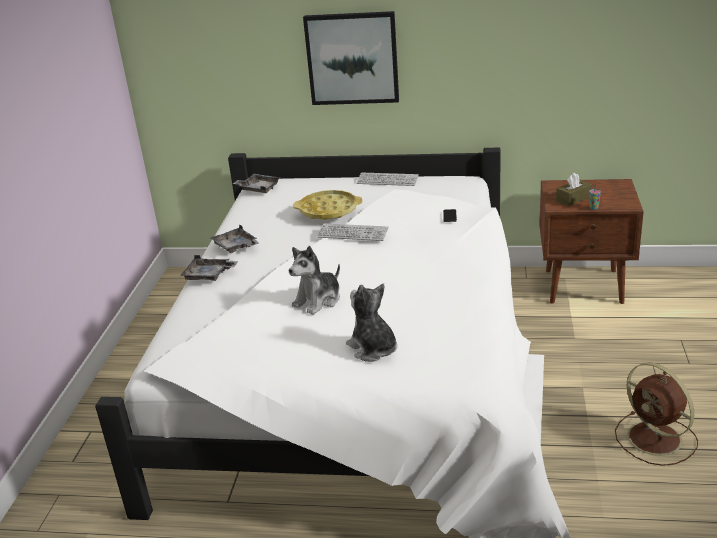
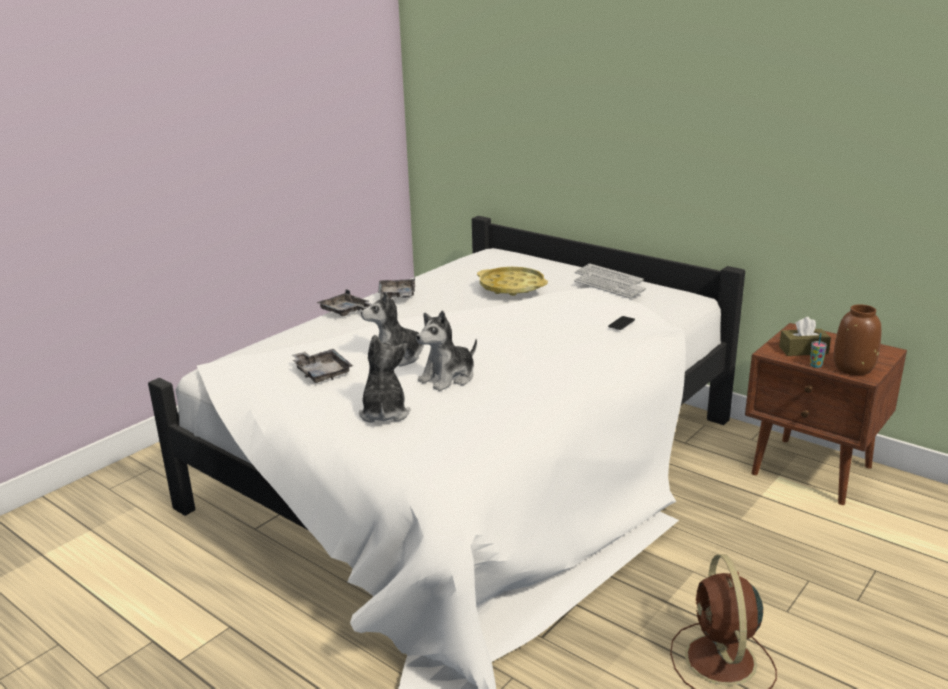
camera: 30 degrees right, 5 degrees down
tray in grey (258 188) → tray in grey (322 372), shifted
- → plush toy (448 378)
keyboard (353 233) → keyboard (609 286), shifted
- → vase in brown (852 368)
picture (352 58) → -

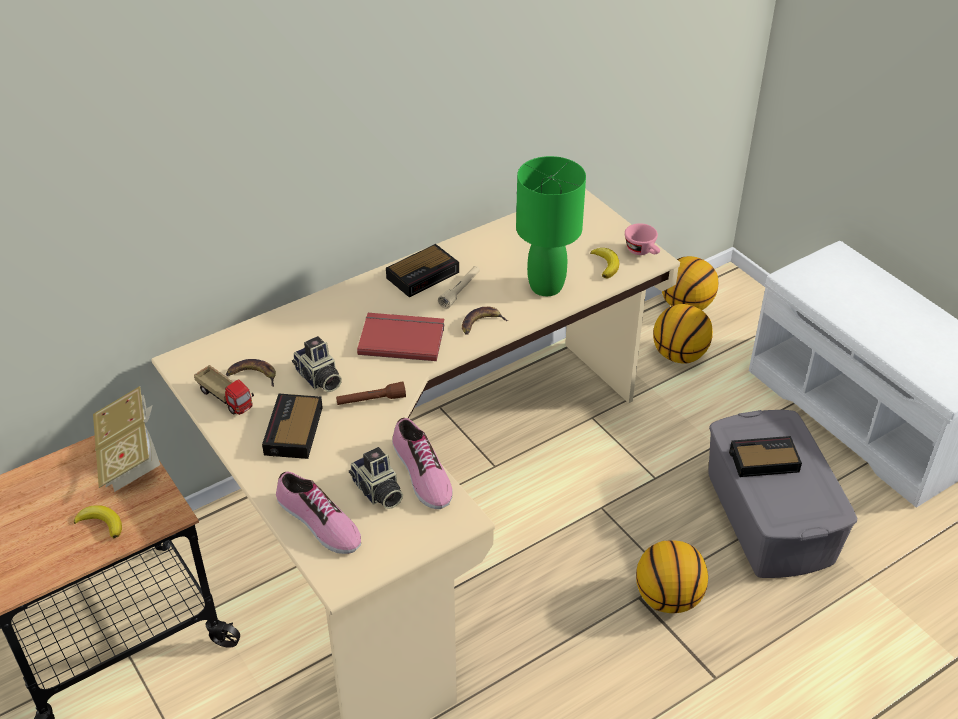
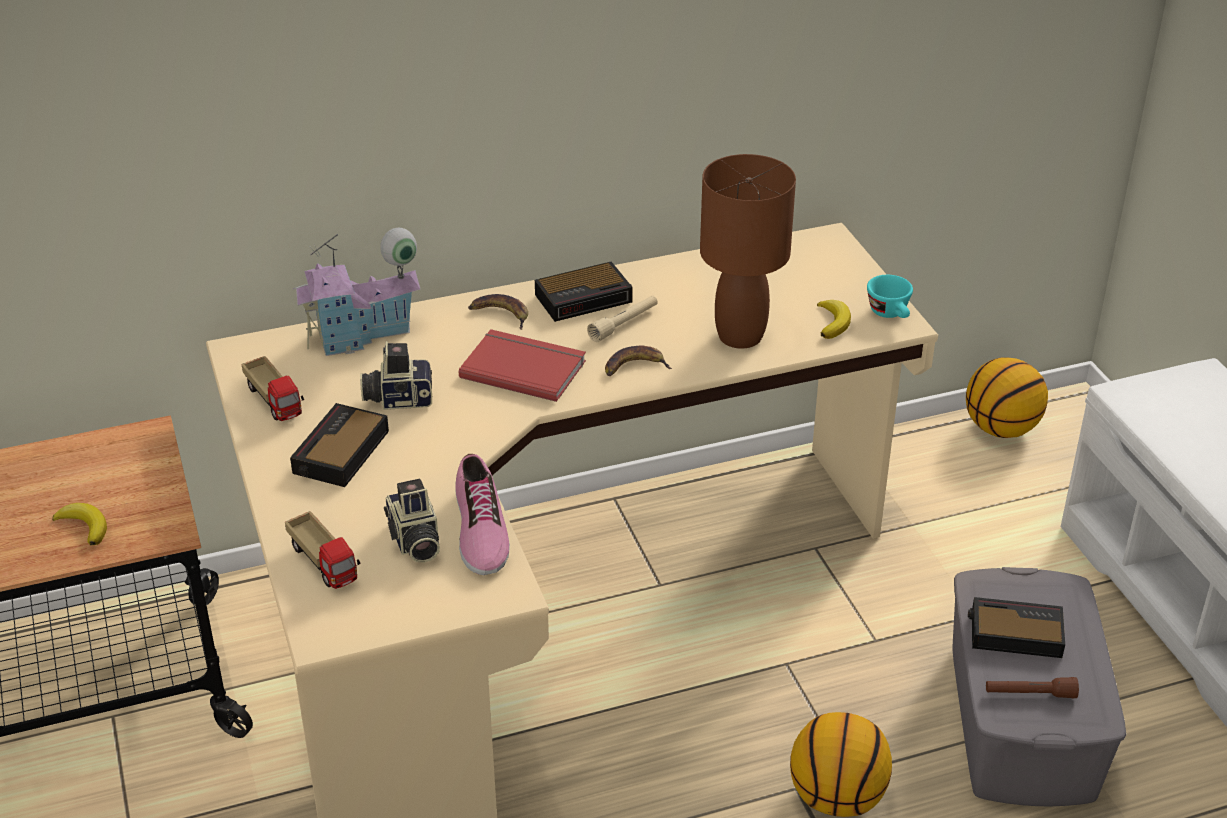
camera: 15 degrees right, 5 degrees down
shoe (318 523) → toy truck (325 563)
- → toy house (362 335)
photo camera (318 379) → photo camera (398 398), 105 degrees clockwise
banana (252 375) → banana (500 314), shifted
table lamp in green (547 286) → table lamp in brown (741 336)
cup in pink (643 251) → cup in turquoise (891 314)
flashlight in brown (371 400) → flashlight in brown (1030 694), shifted
book (130 456) → -
basketball (679 355) → -

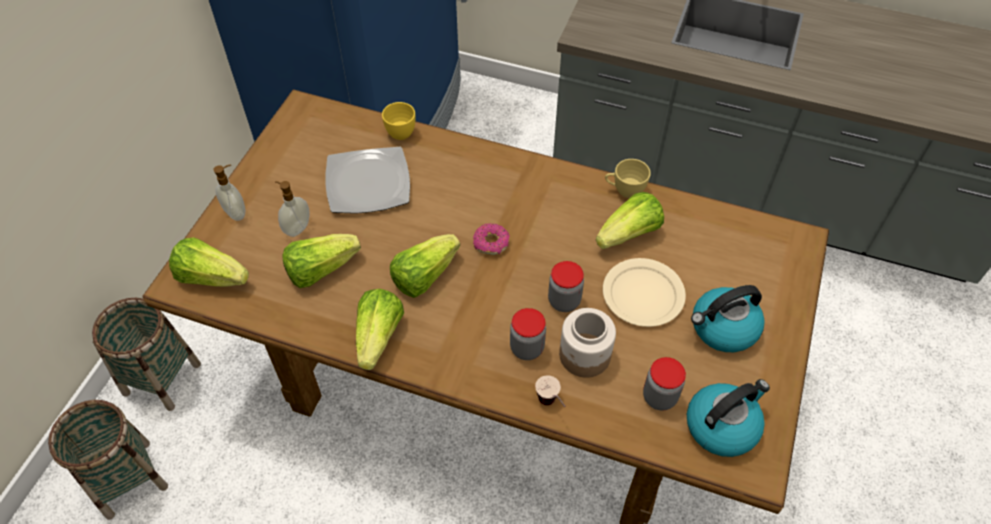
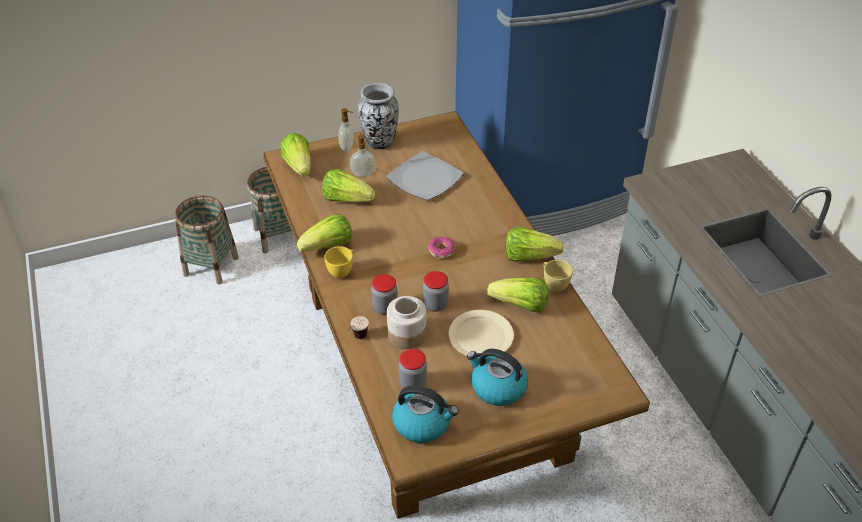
camera: 50 degrees right, 10 degrees down
cup in yellow (400 130) → cup in yellow (342 271), shifted
- → vase (380 143)
lettuce (424 276) → lettuce (529 256), shifted

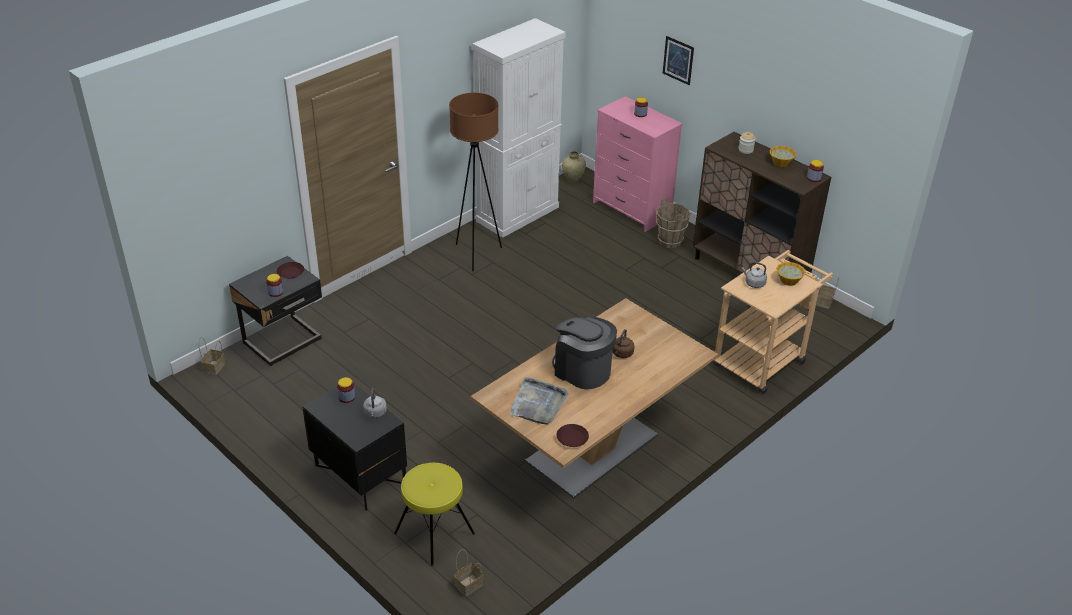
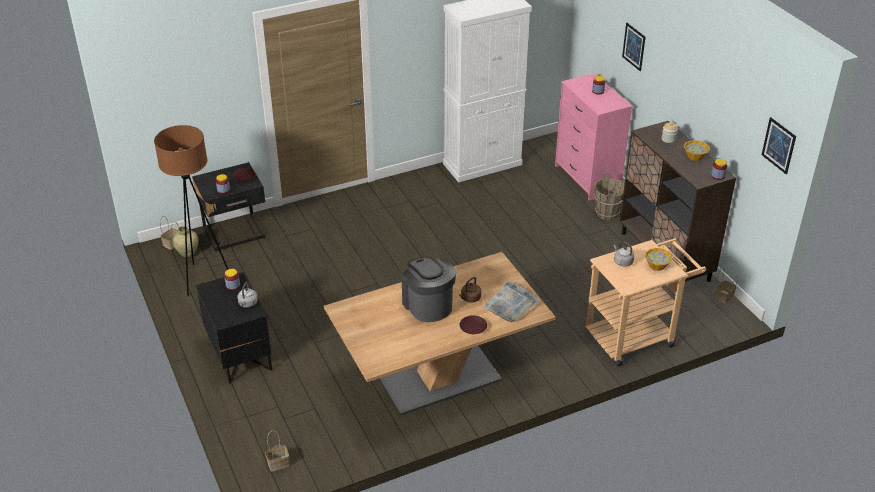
camera: 20 degrees right, 0 degrees up
floor lamp in brown (476 254) → floor lamp in brown (203 279), shifted
vase in beige (573 178) → vase in beige (187 253), shifted
plate in brown (572 438) → plate in brown (473 327), shifted
tray in grey (538 403) → tray in grey (511 304), shifted
- → picture (778 145)
stool in yellow (434 533) → -

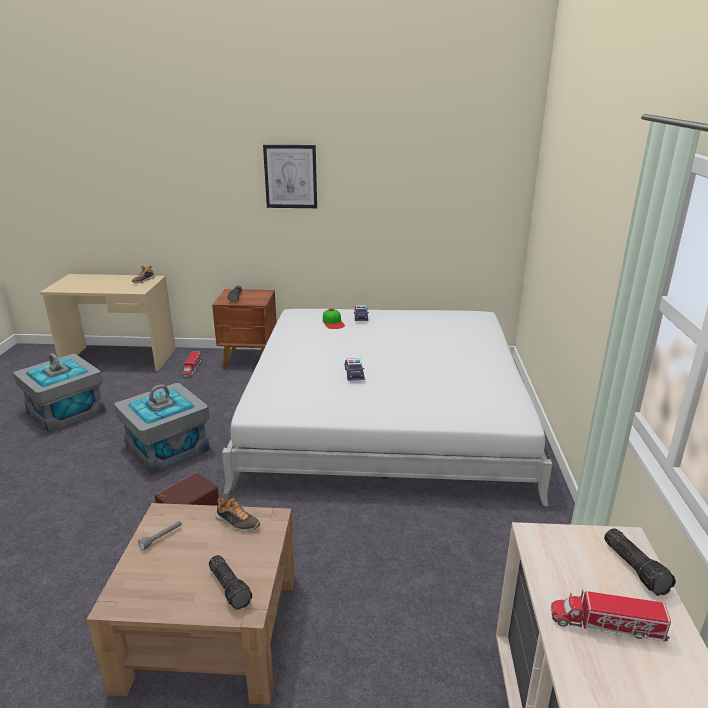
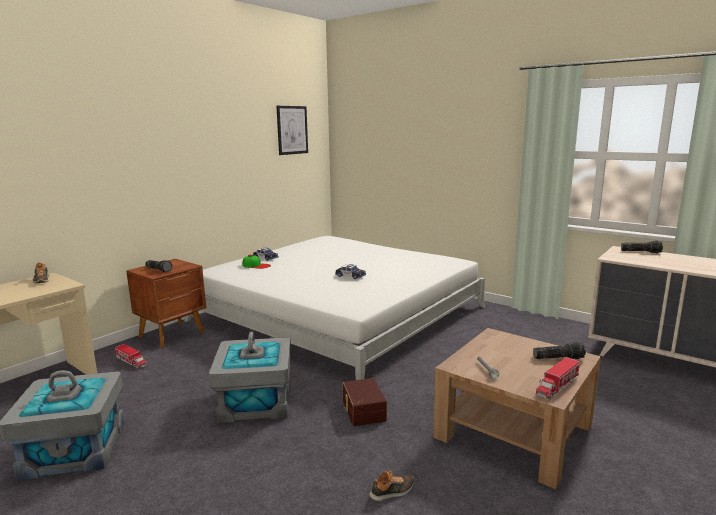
camera: 55 degrees left, 10 degrees down
picture (290 176) → picture (292 130), shifted
shoe (237 522) → shoe (392 492), shifted
toy truck (607 625) → toy truck (557 386), shifted

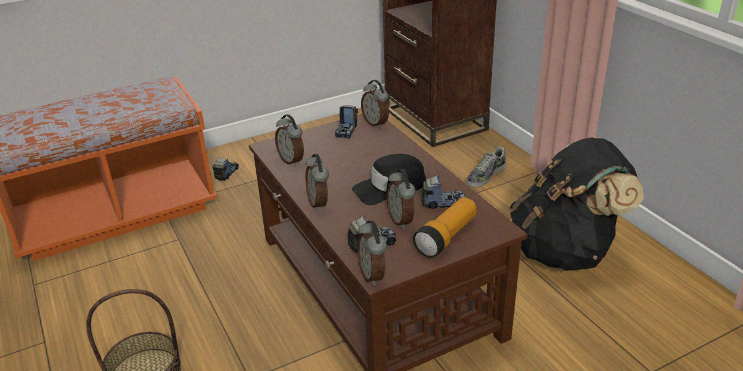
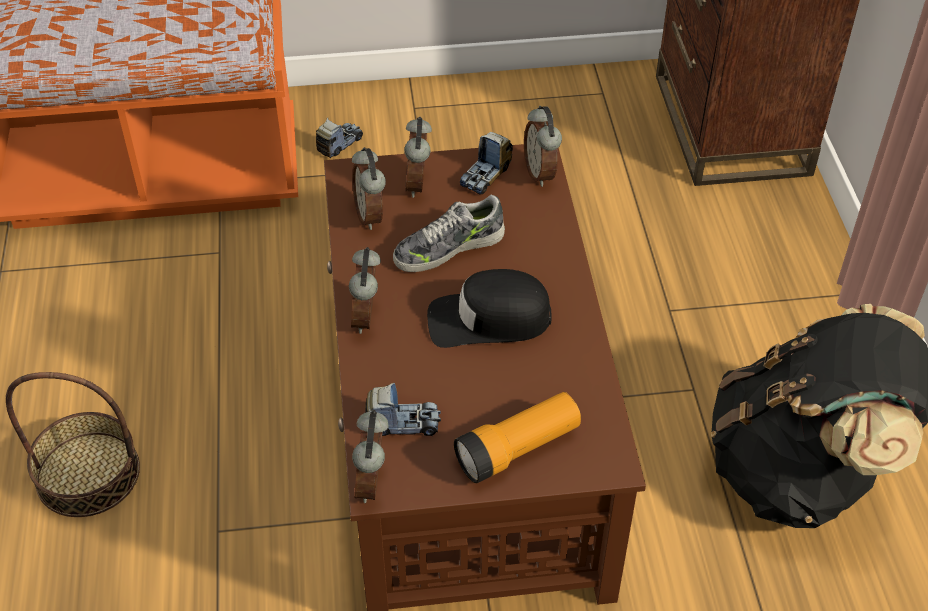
camera: 20 degrees right, 15 degrees up
shoe (485 175) → shoe (448 247), shifted
alarm clock (401 220) → alarm clock (418 184), shifted
toy truck (443 203) → -

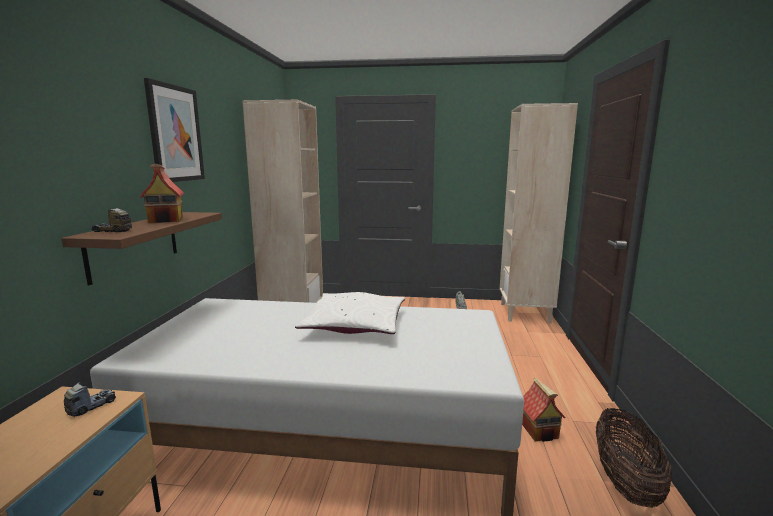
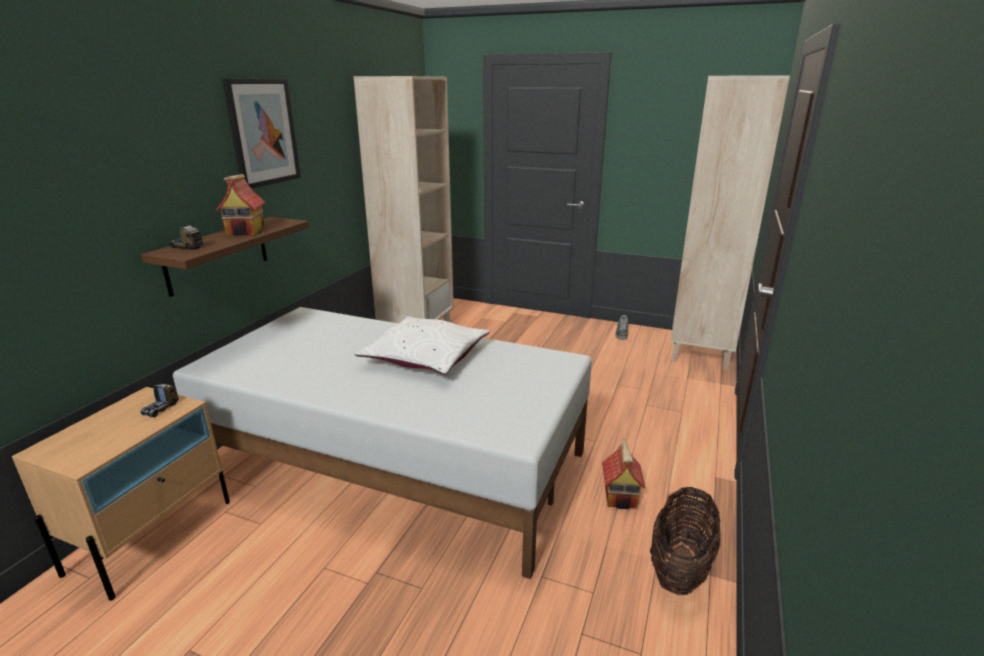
camera: 15 degrees right, 10 degrees up
toy truck (91 406) → toy truck (161 408), 150 degrees clockwise

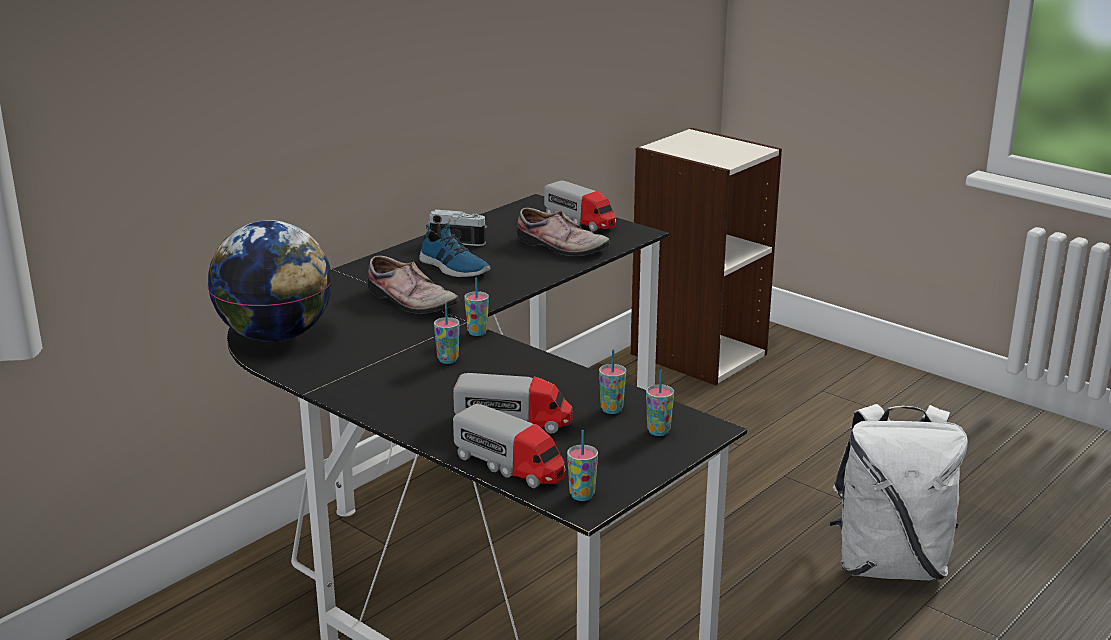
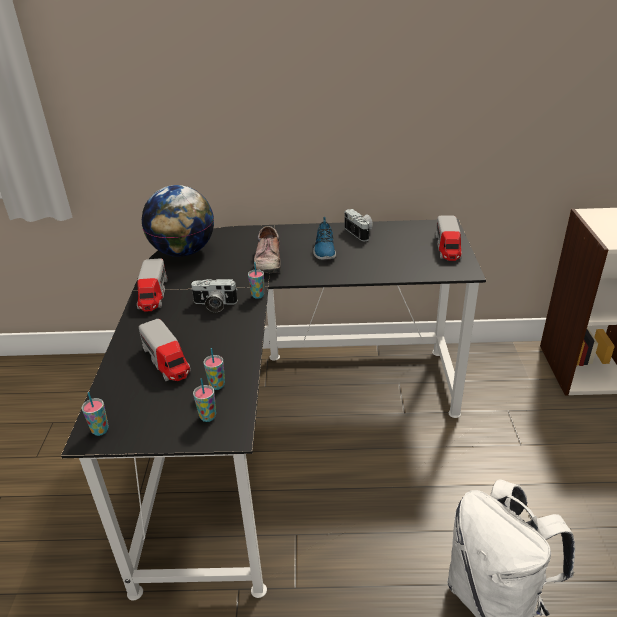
camera: 50 degrees right, 10 degrees up
toy truck (510 465) → toy truck (153 295), shifted
cup (448 360) → photo camera (214 305)
shoe (560 247) → -

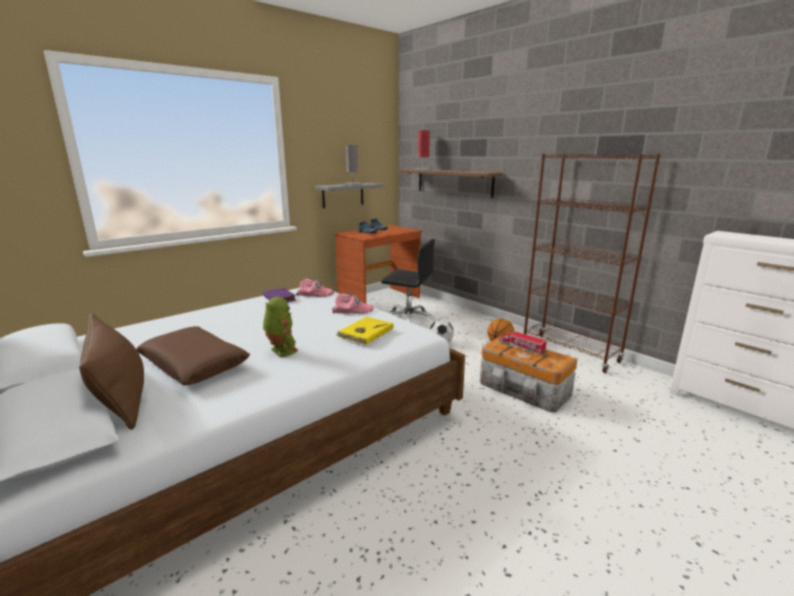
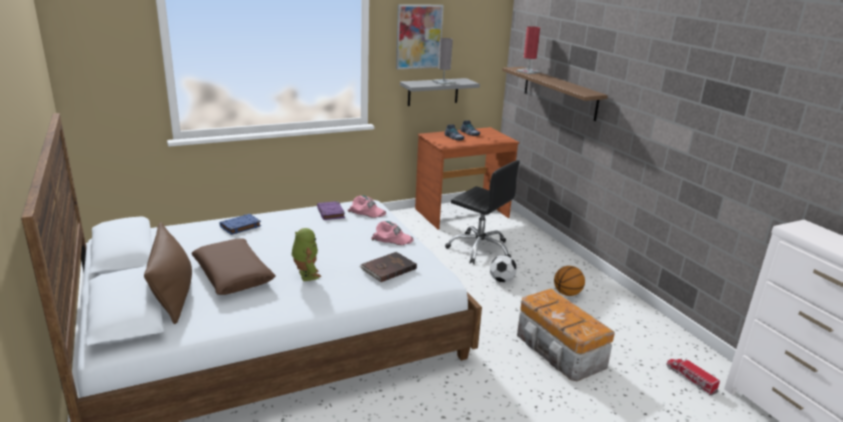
camera: 15 degrees right, 5 degrees up
- → book in blue (240 227)
book in yellow (365 332) → book in brown (388 268)
- → picture (419 36)
toy truck (521 348) → toy truck (690 379), shifted
bookcase in brown (570 352) → -

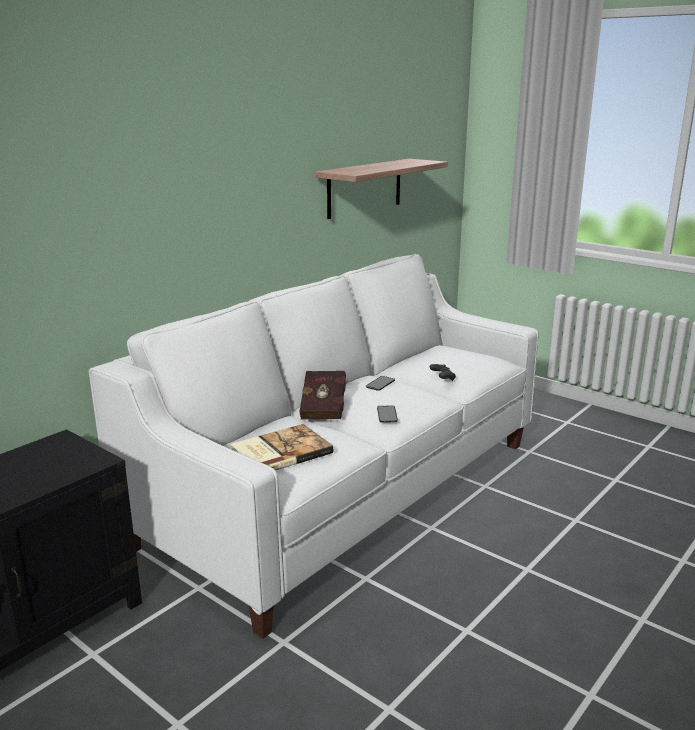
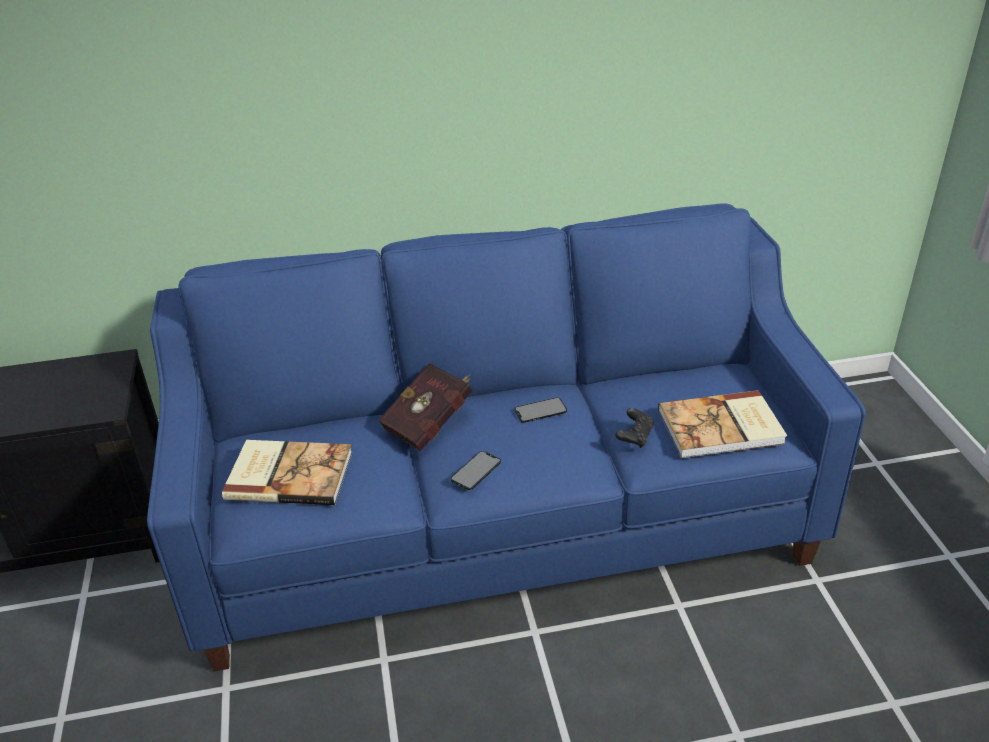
camera: 40 degrees right, 15 degrees up
sofa in white (347 491) → sofa in blue (501 522)
- → book (722 428)
shelf (364 188) → -

